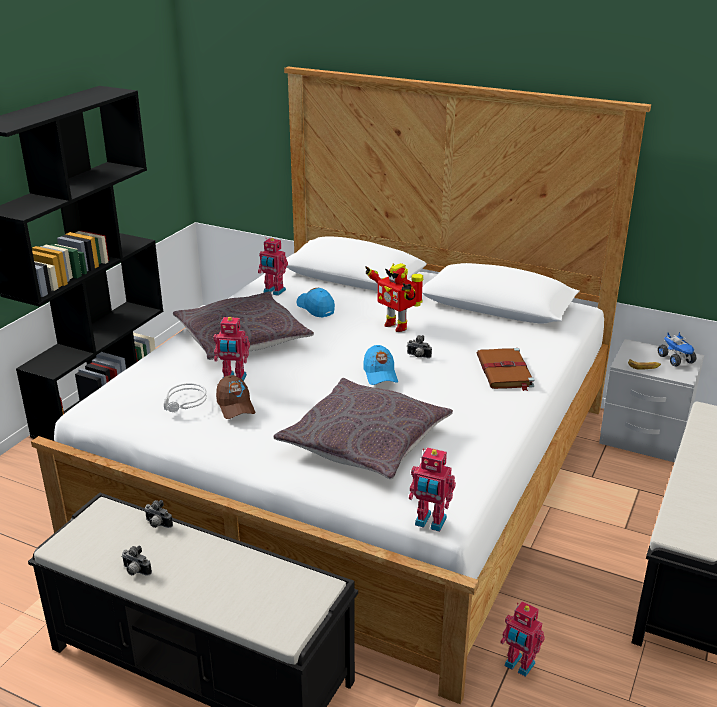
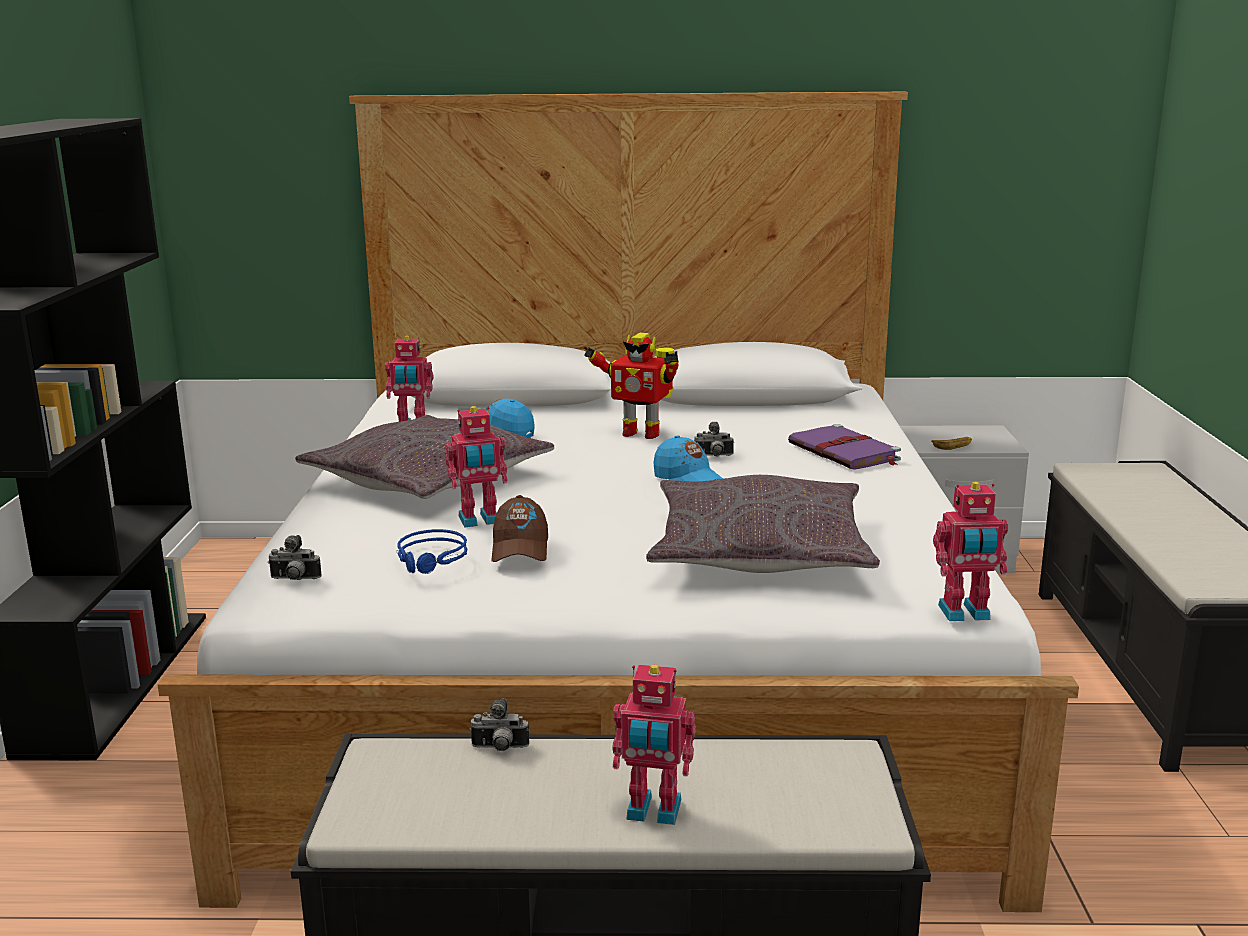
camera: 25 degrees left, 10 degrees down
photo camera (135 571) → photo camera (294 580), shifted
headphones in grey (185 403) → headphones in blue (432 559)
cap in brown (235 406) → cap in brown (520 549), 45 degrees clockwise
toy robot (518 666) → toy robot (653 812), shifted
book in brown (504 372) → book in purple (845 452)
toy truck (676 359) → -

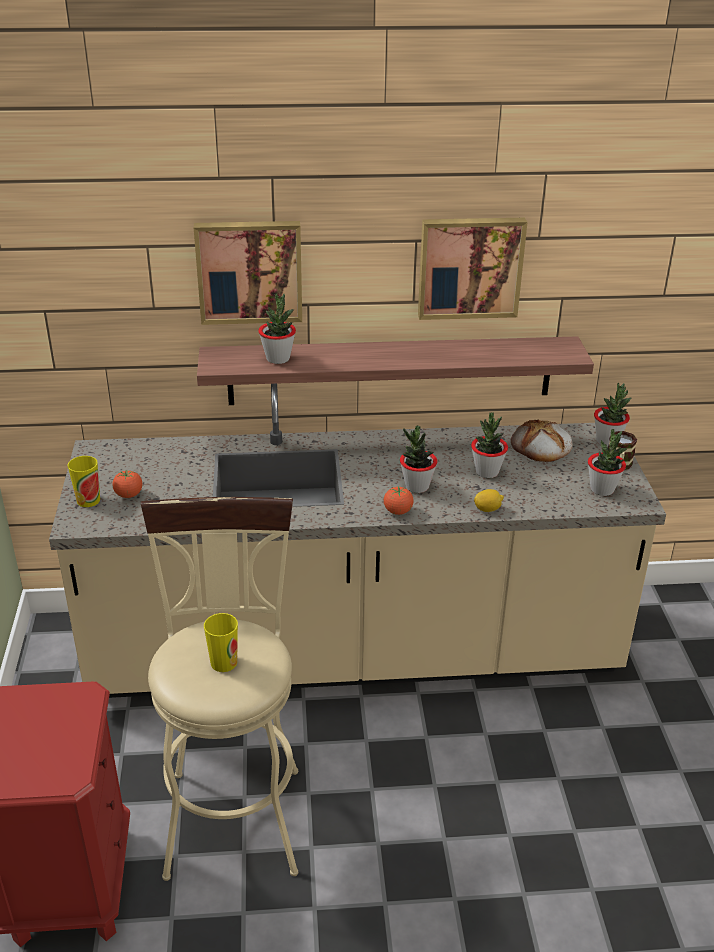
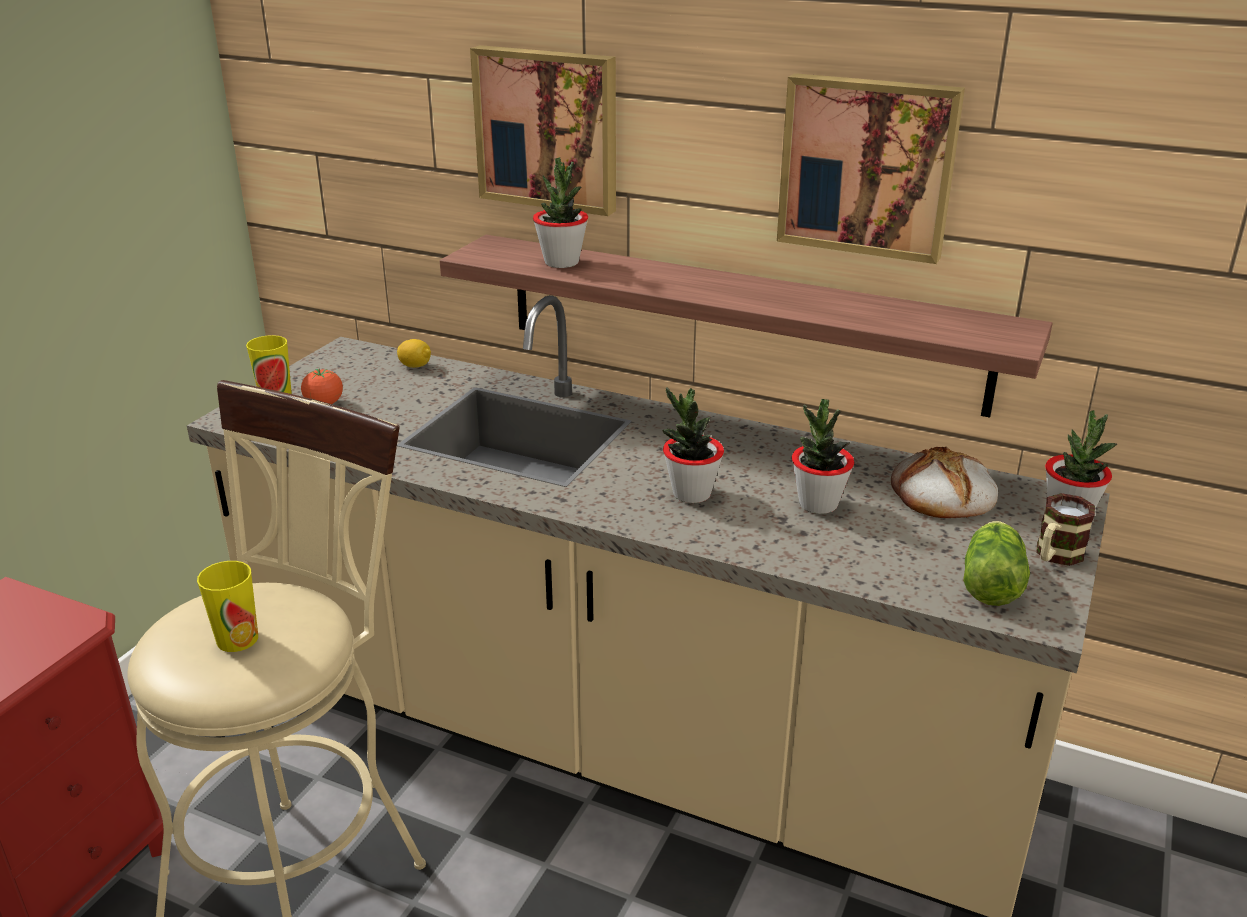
camera: 30 degrees right, 5 degrees down
lemon (487 509) → lemon (415 366), shifted
potted plant (602 489) → lettuce (991 581)
tomato (398 511) → -

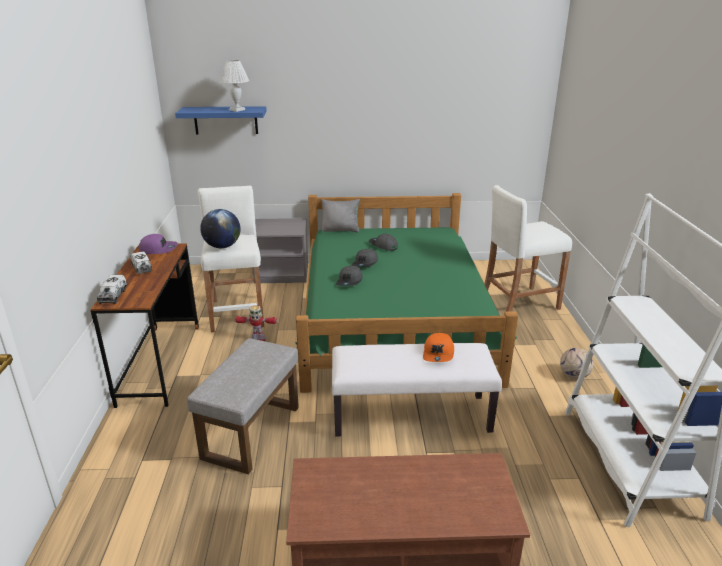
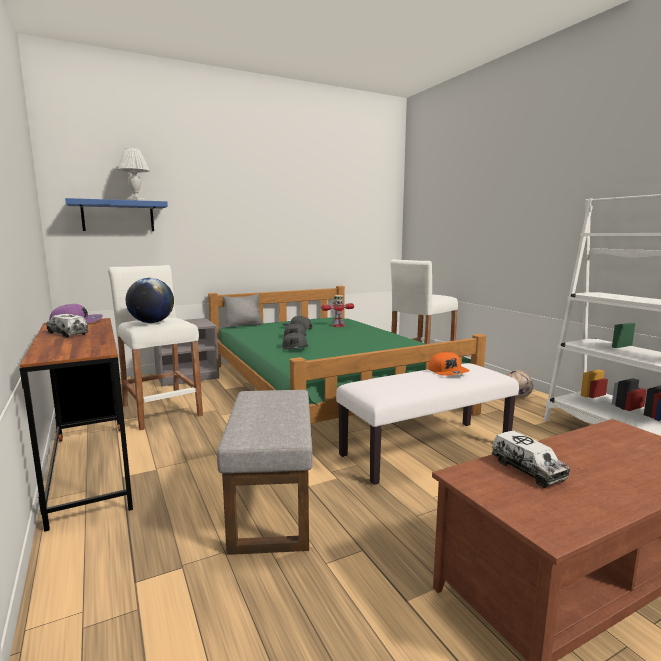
camera: 25 degrees left, 15 degrees down
toy robot (257 340) → toy robot (338 326), shifted
toy truck (113 296) → toy truck (527 470), shifted

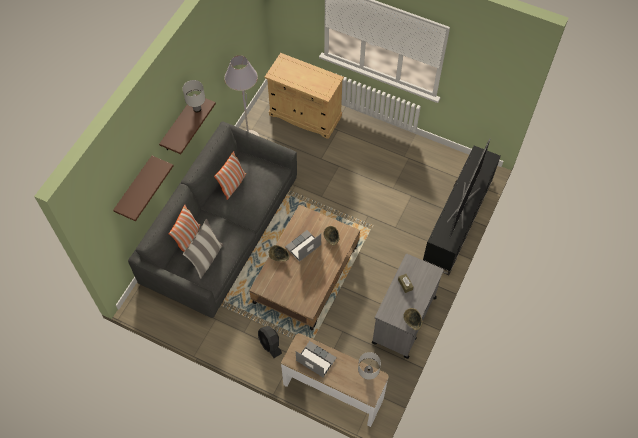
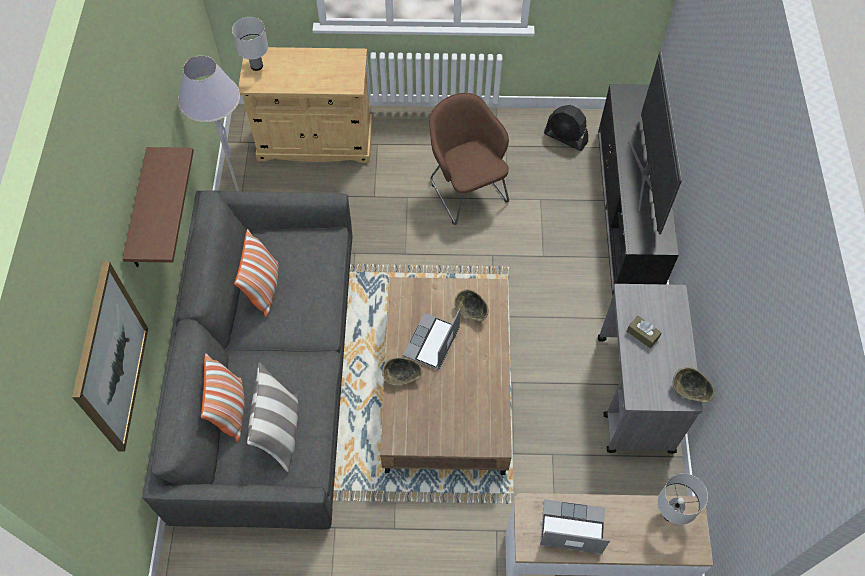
camera: 25 degrees left, 0 degrees up
shelf in brown (134 188) → picture (110 359)
table lamp in white (197 109) → table lamp in white (256 65), shifted
- → armchair in brown (466 190)
fan in black (270 344) → fan in black (565 138), shifted

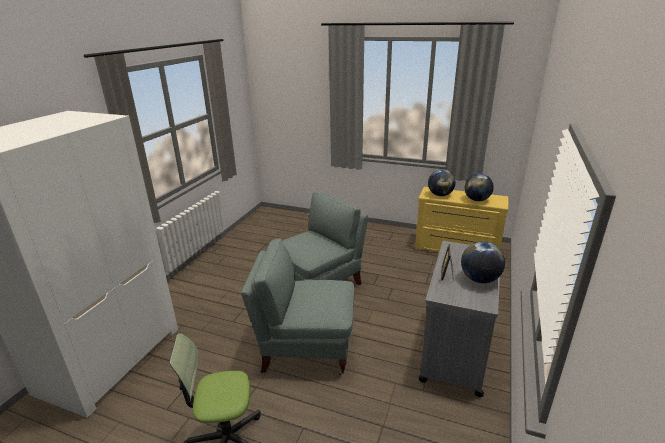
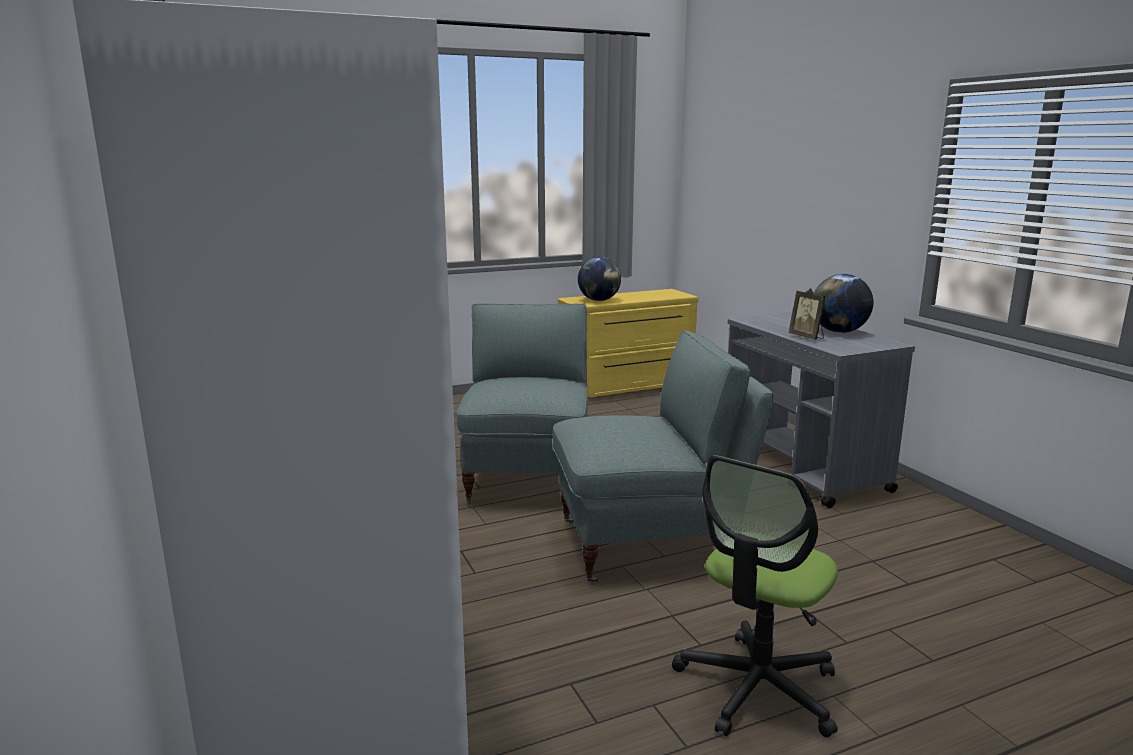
camera: 45 degrees left, 10 degrees down
armchair in grey (306 348) → armchair in grey (650 545), 150 degrees counterclockwise
globe (476 200) → -

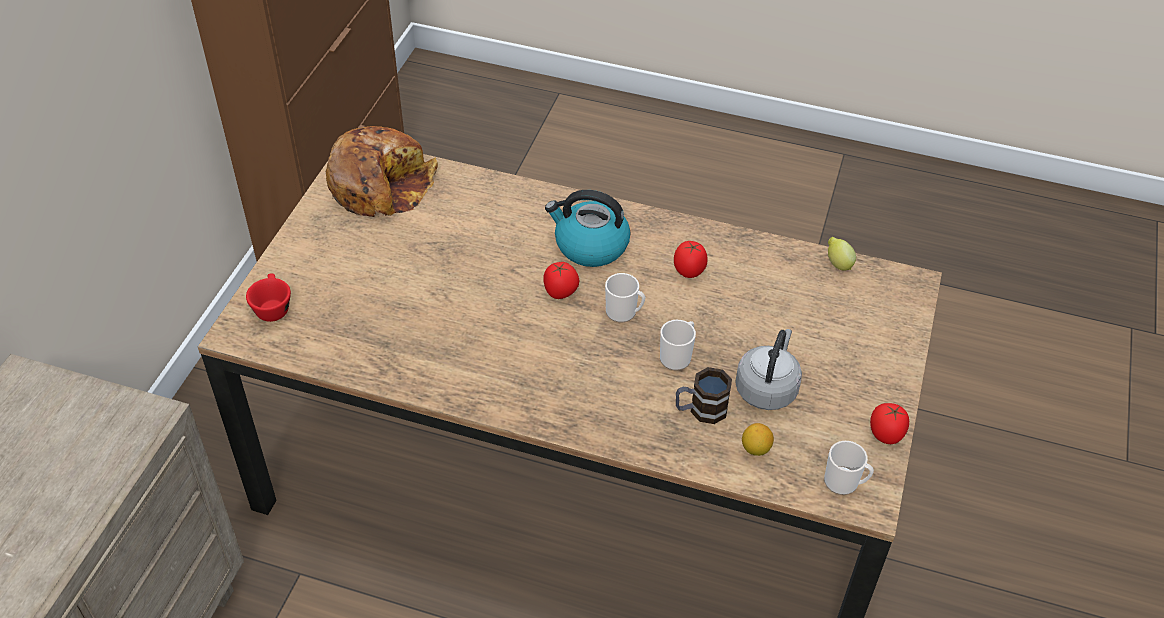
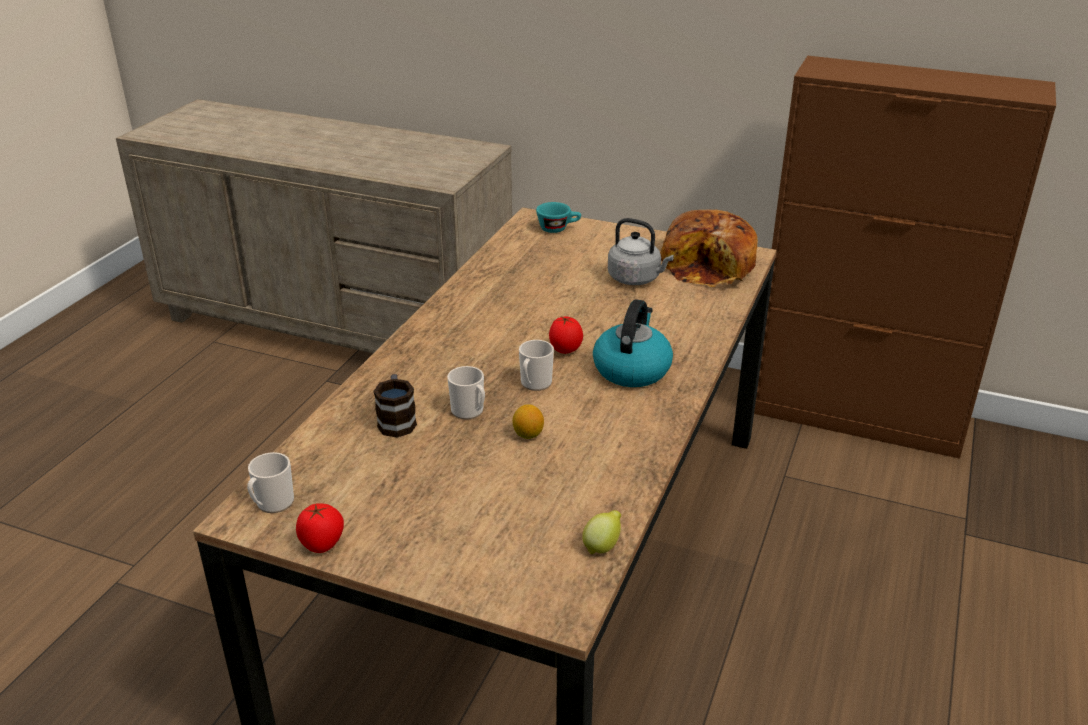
camera: 95 degrees right, 15 degrees down
lemon (755 449) → lemon (528 434), shifted
cup in red (272 307) → cup in turquoise (558 228)
kettle in grey (767 388) → kettle in grey (636 279), shifted
tomato (689 271) → -

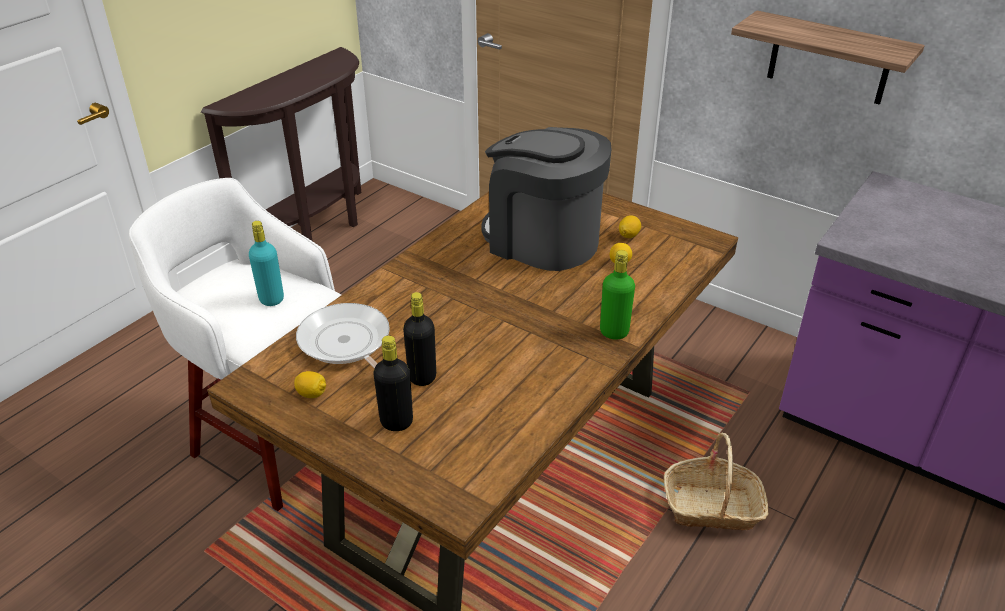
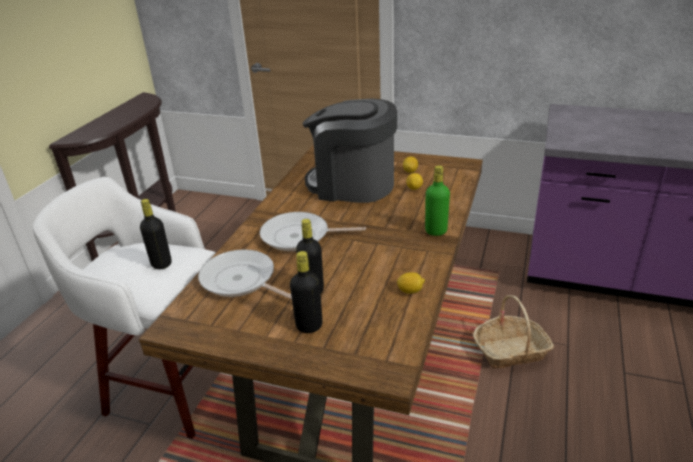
camera: 15 degrees left, 5 degrees down
bottle in turquoise (271 299) → bottle in black (161 264)
- → frying pan (299 236)
lemon (312 394) → lemon (410 291), shifted
shelf (829 58) → -

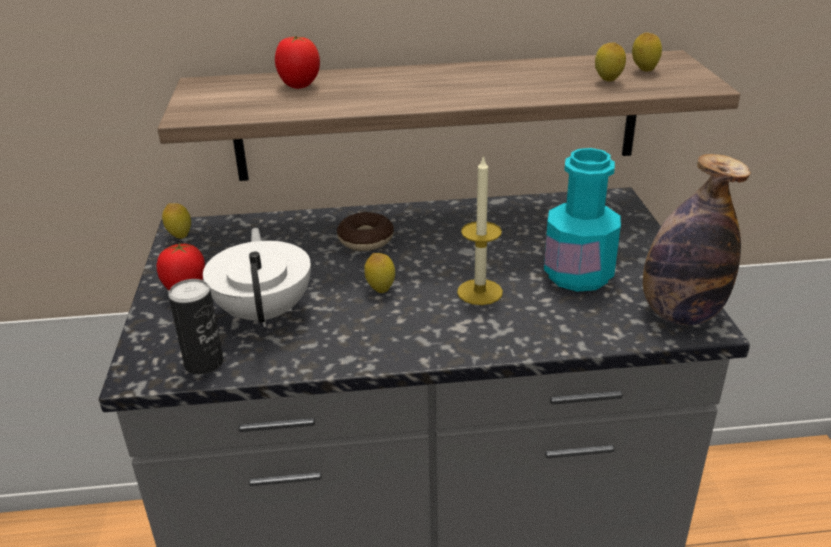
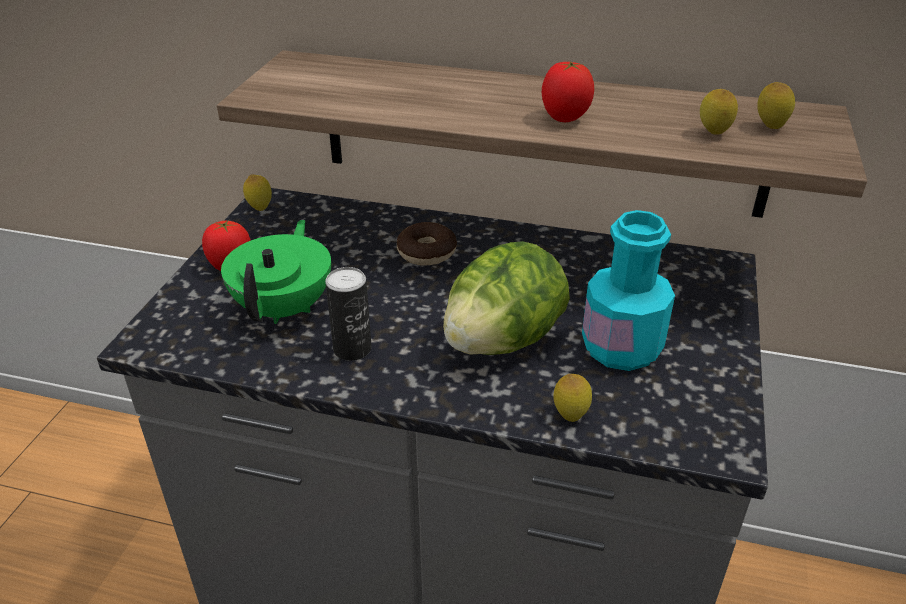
camera: 20 degrees right, 5 degrees up
teapot in white (265 311) → teapot in green (285 307)
can (204 363) → can (352 349), shifted
candle (479 292) → lettuce (503 340)
tomato (299 86) → tomato (564 119), shifted
lemon (380 290) → lemon (570 415), shifted
bottle (680 314) → -

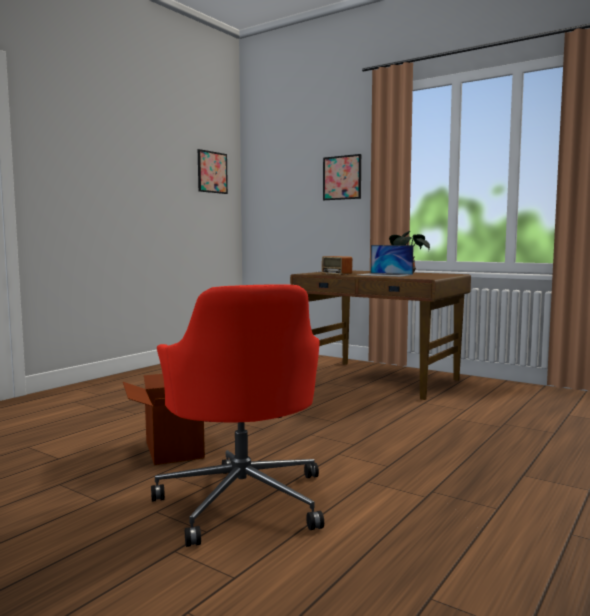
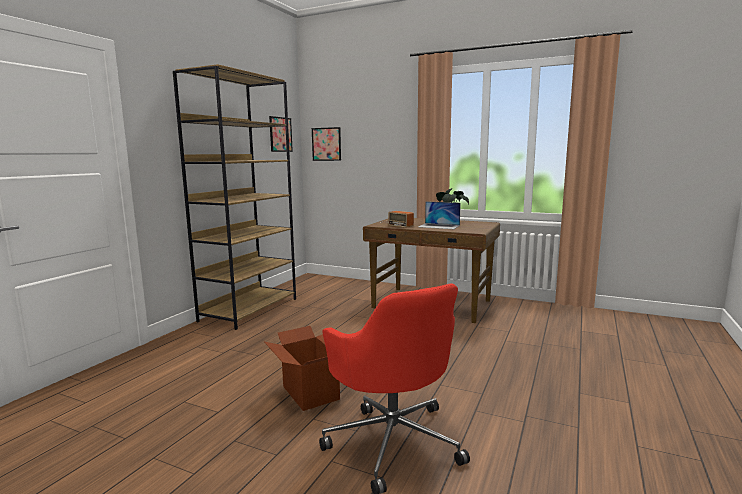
camera: 10 degrees left, 5 degrees up
- → bookcase in brown (249 309)
picture (342 177) → picture (326 144), shifted

